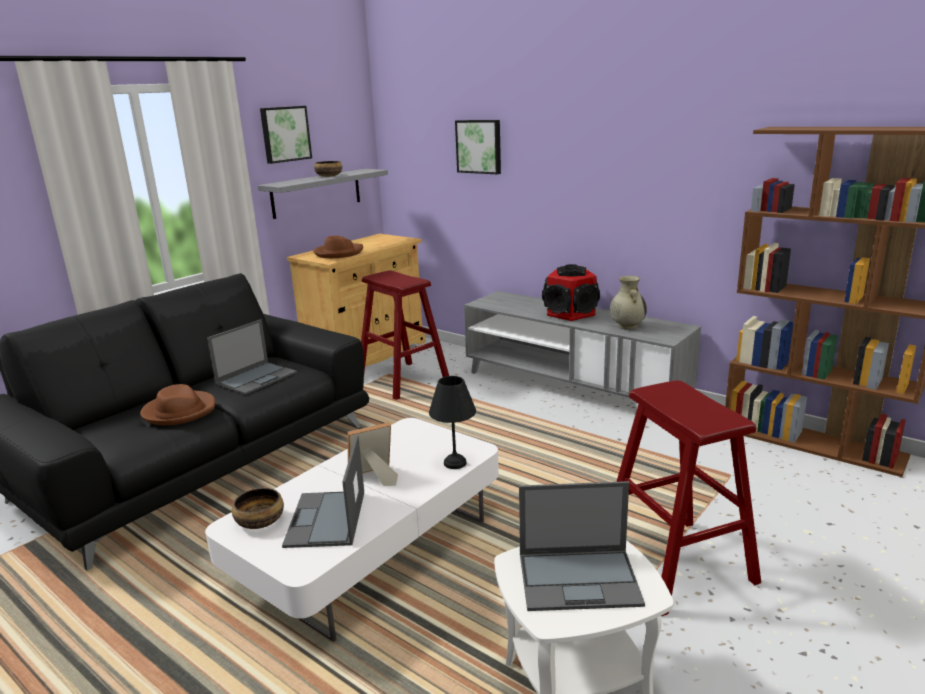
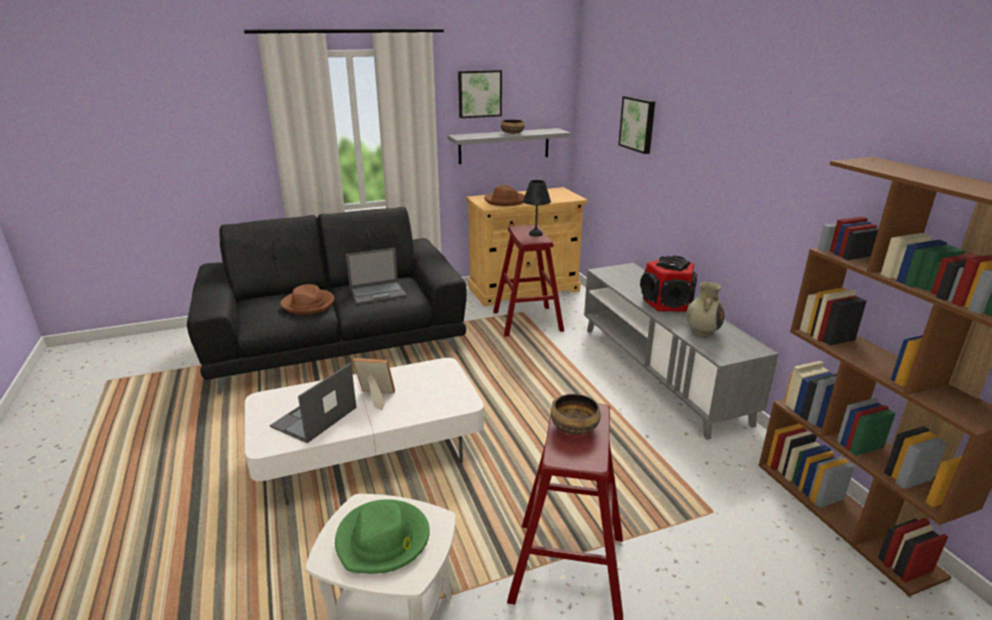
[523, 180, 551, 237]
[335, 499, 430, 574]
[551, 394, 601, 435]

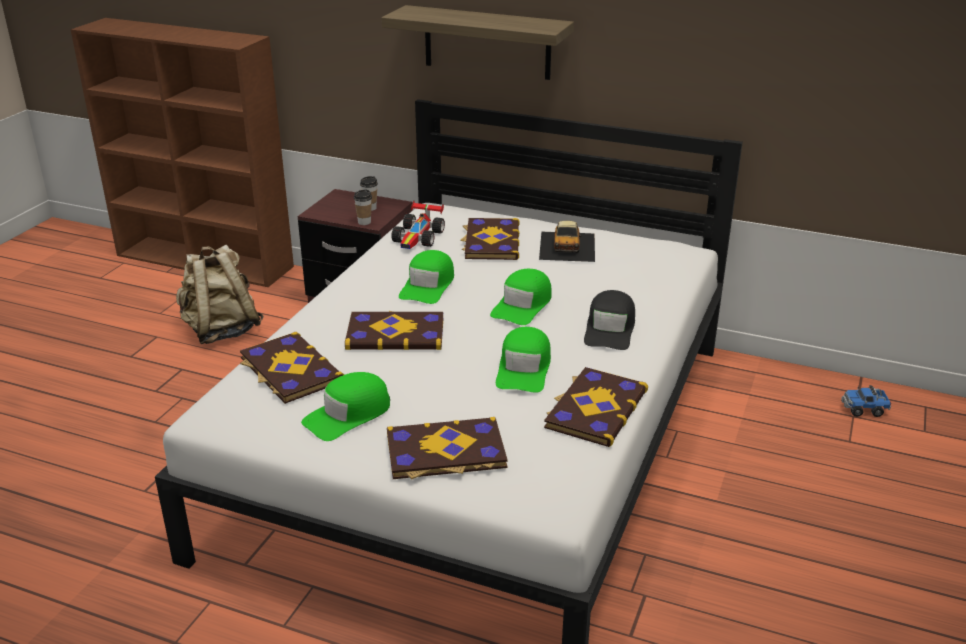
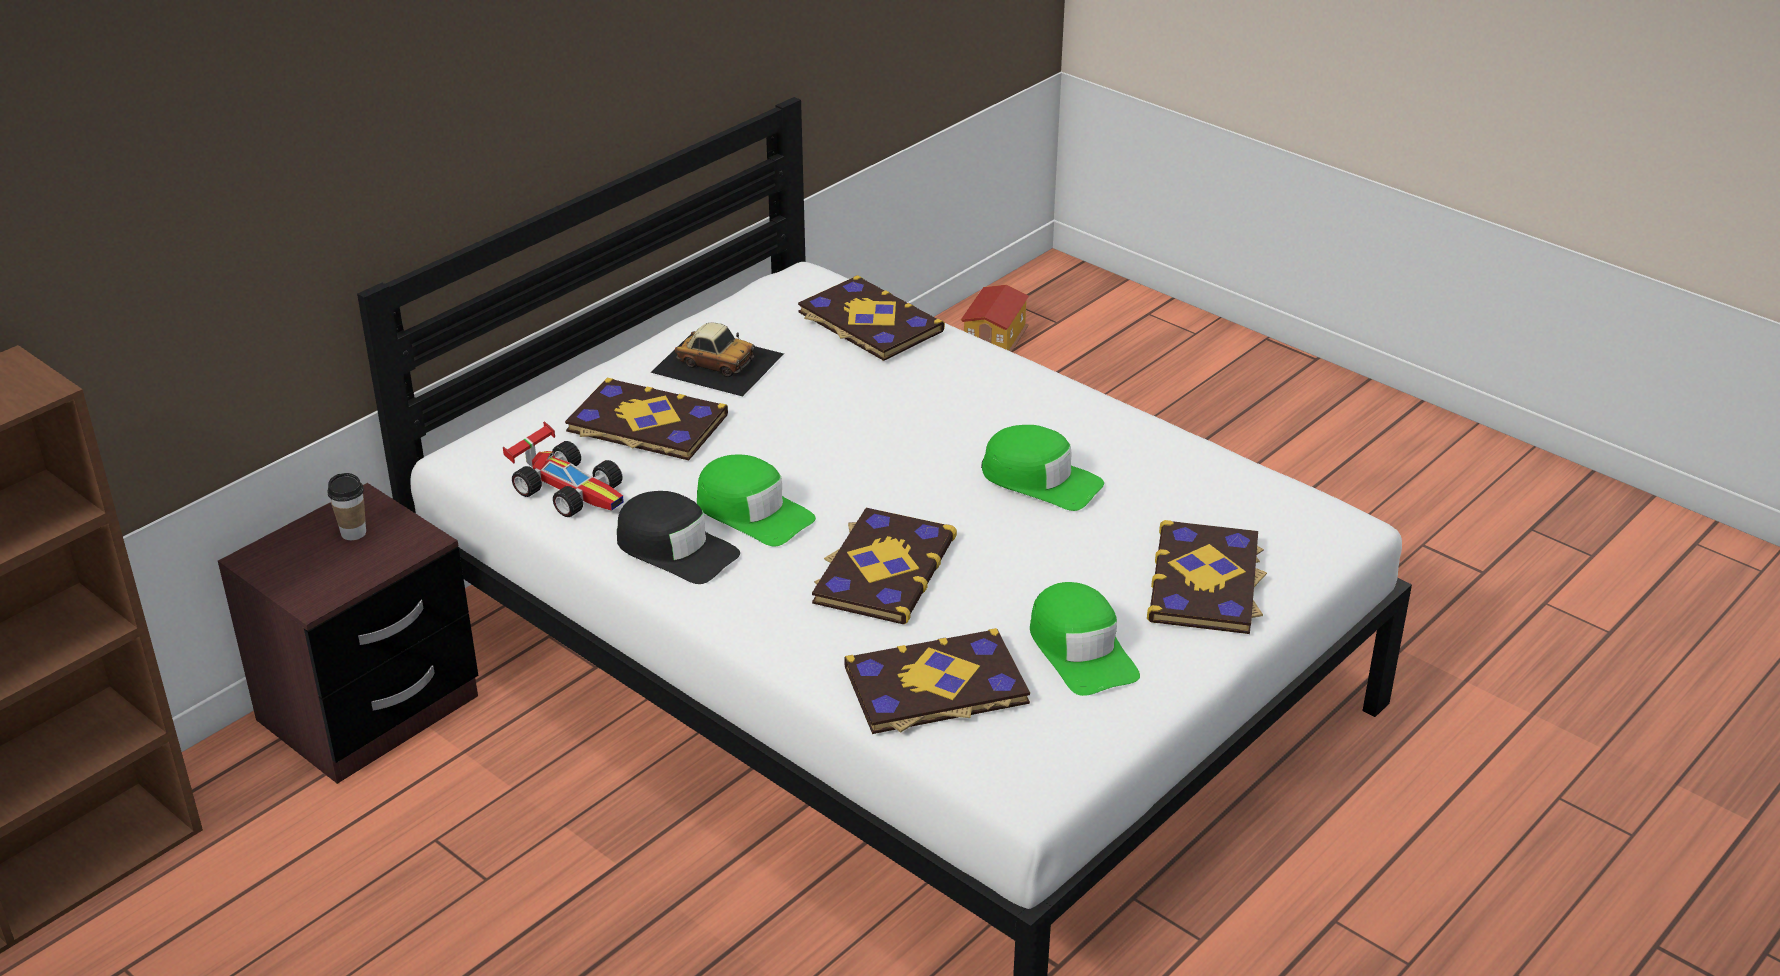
[381, 5, 574, 80] (first image)
[354, 190, 372, 225] (first image)
[176, 245, 264, 344] (first image)
[490, 269, 552, 325] (first image)
[617, 491, 740, 584]
[798, 275, 945, 361]
[961, 285, 1029, 352]

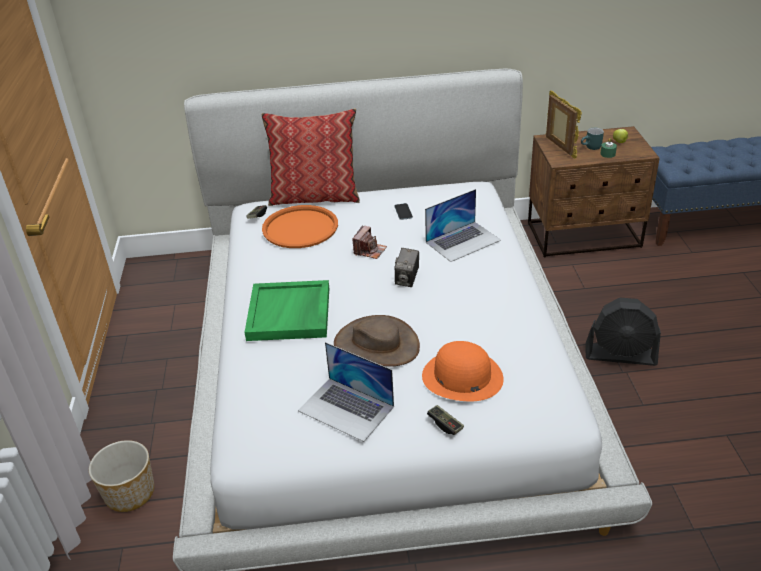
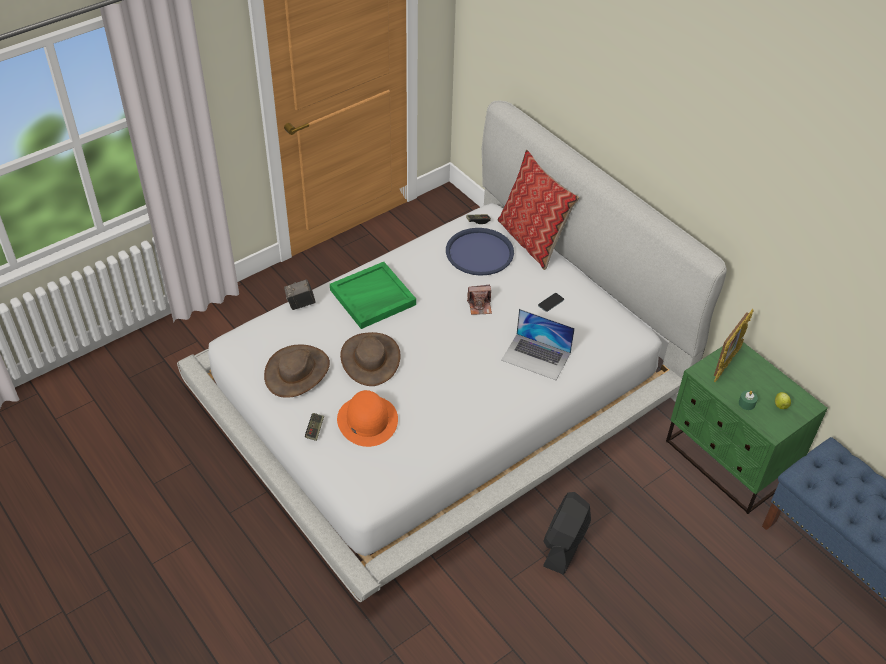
[666, 342, 828, 514]
[581, 128, 604, 150] (first image)
[446, 228, 514, 276]
[284, 279, 315, 310]
[543, 492, 591, 575]
[264, 345, 330, 398]
[89, 440, 154, 512] (first image)

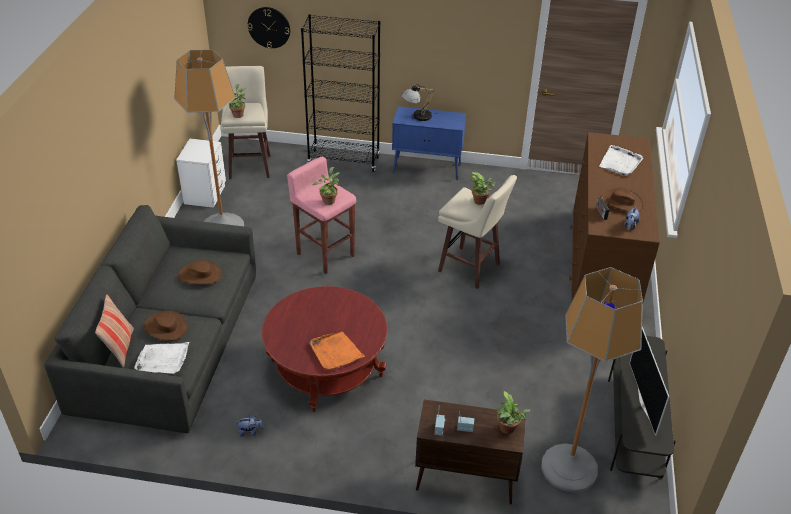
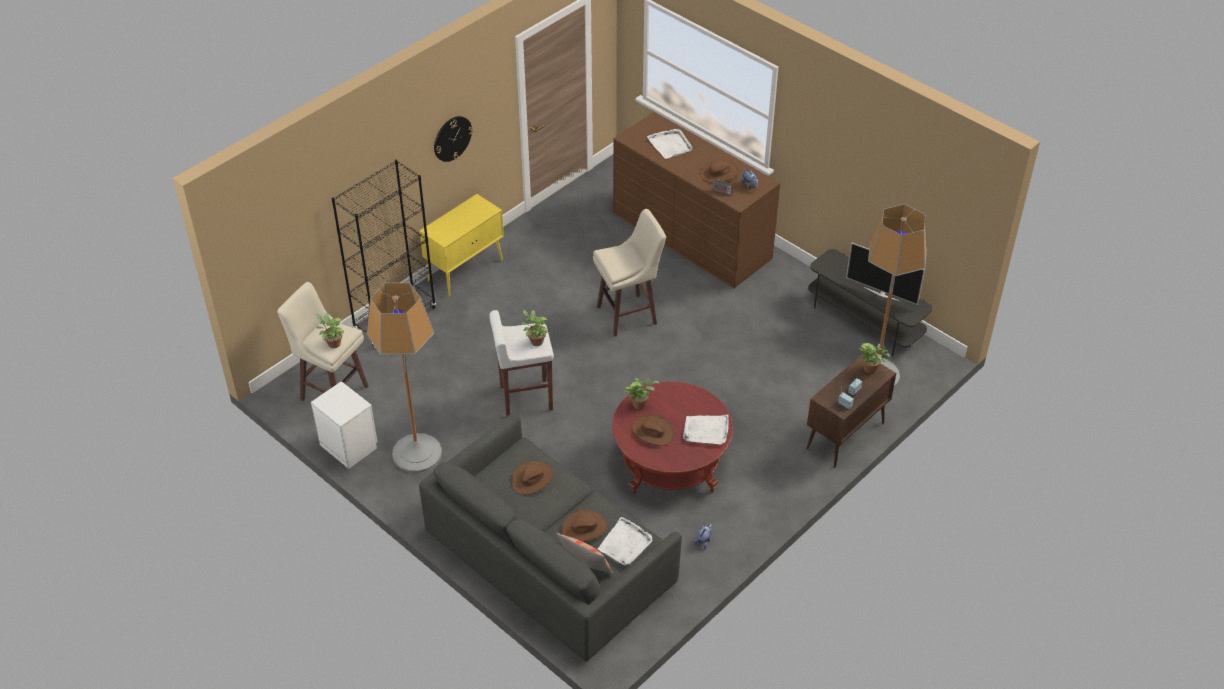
[434, 116, 473, 162]
[402, 84, 438, 121] (first image)
[420, 194, 504, 296]
[489, 310, 554, 417]
[625, 378, 659, 409]
[683, 415, 728, 445]
[632, 415, 674, 446]

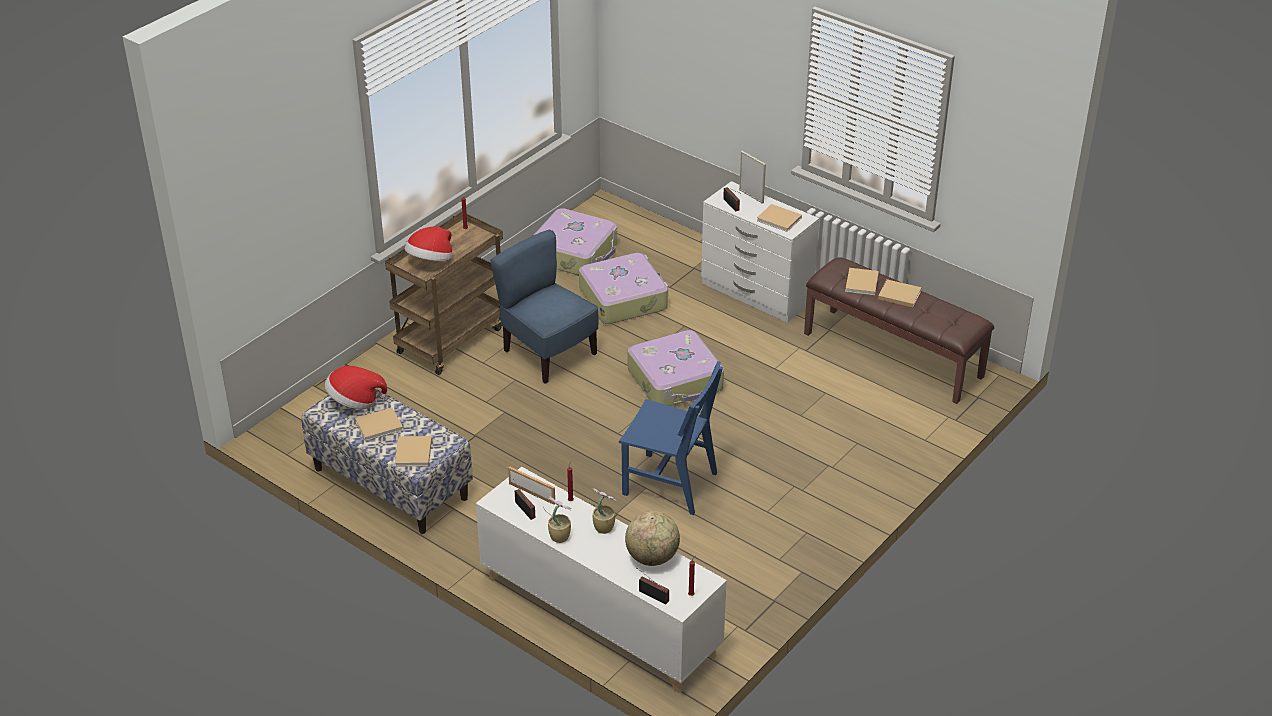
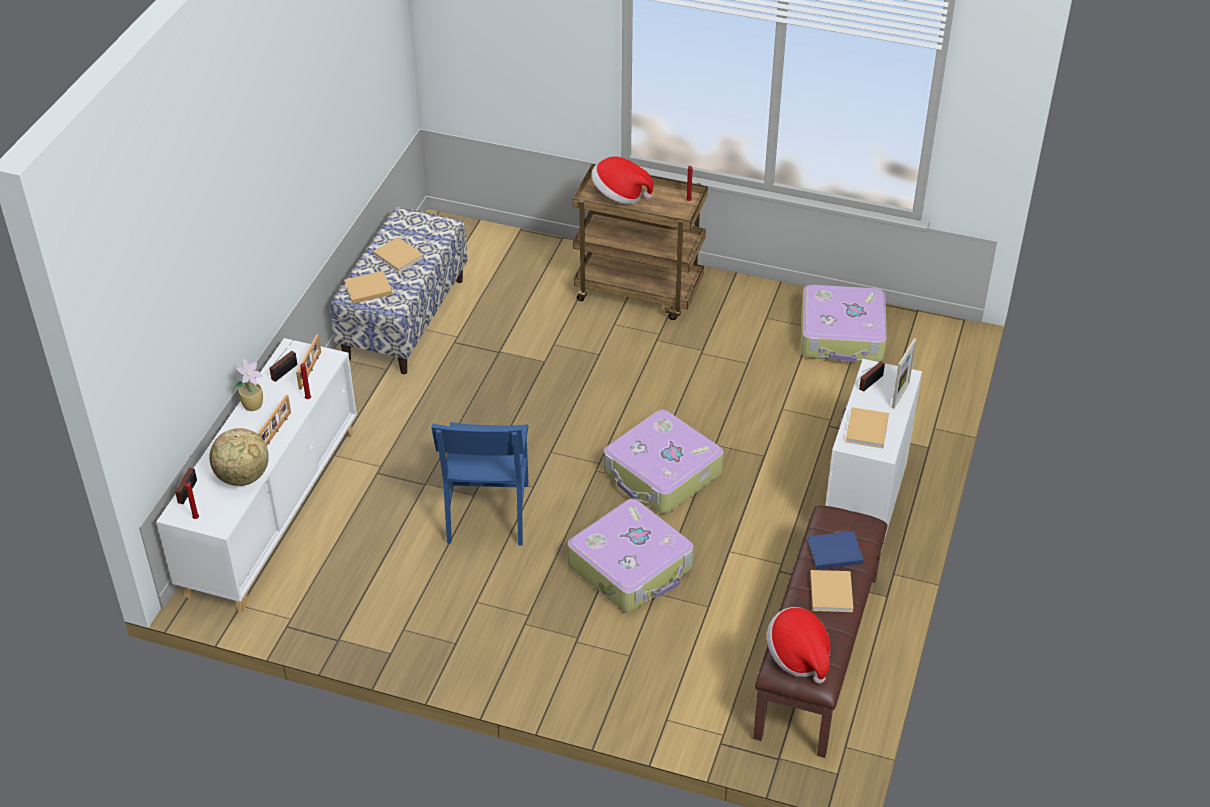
[490, 230, 599, 384] (first image)
[567, 499, 694, 613]
[807, 531, 864, 569]
[767, 607, 831, 683]
[257, 395, 291, 446]

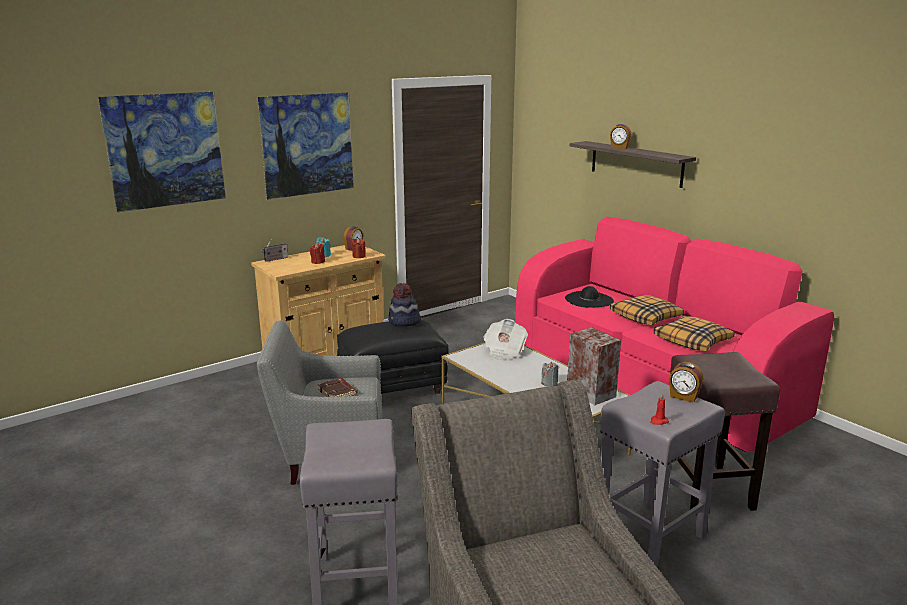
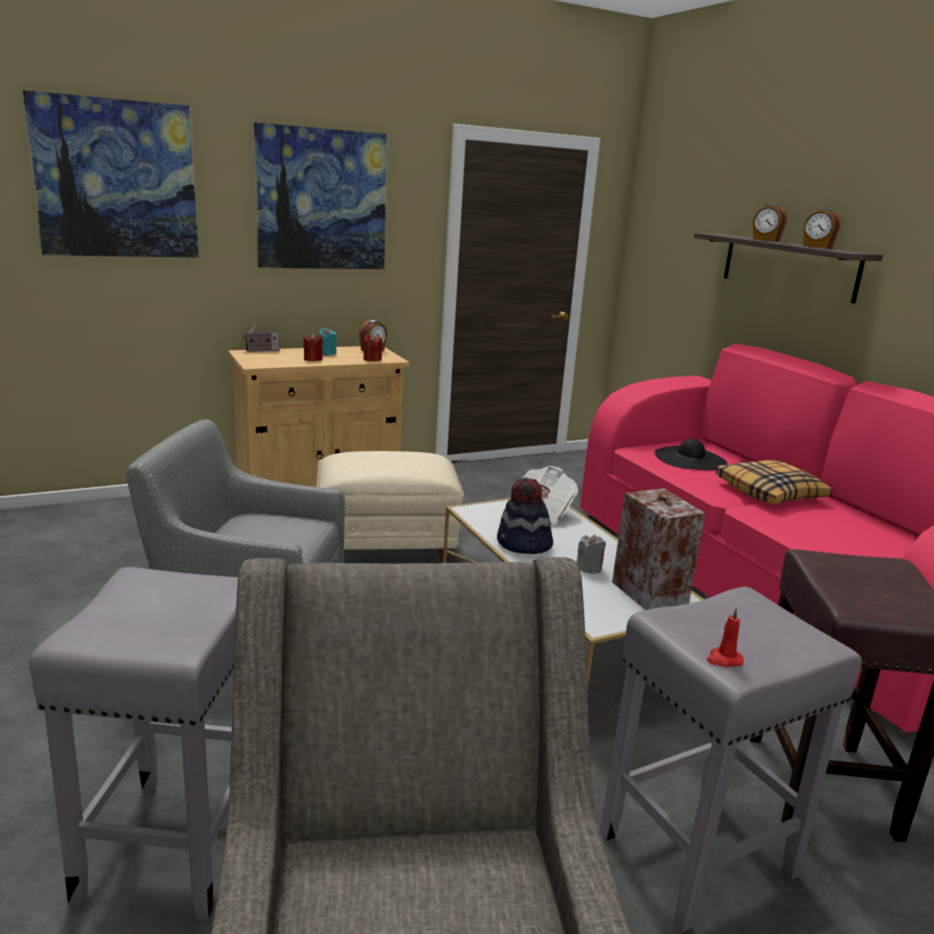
[497, 478, 553, 554]
[654, 316, 735, 351] (first image)
[317, 451, 464, 562]
[803, 208, 840, 248]
[318, 378, 357, 397] (first image)

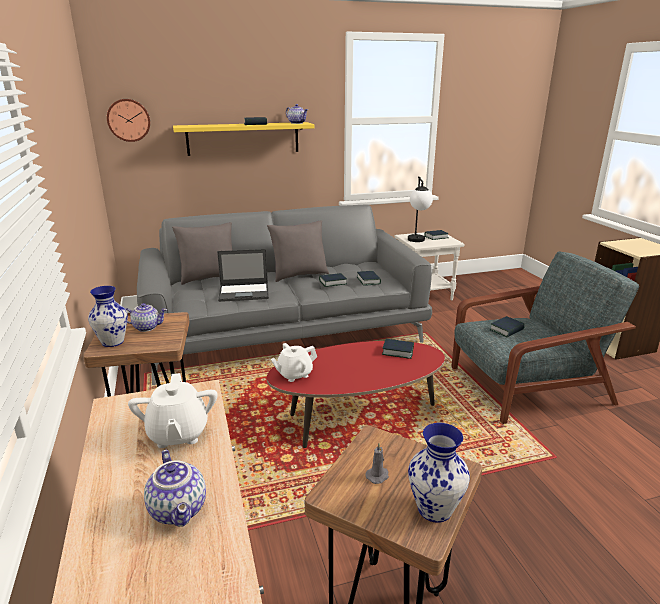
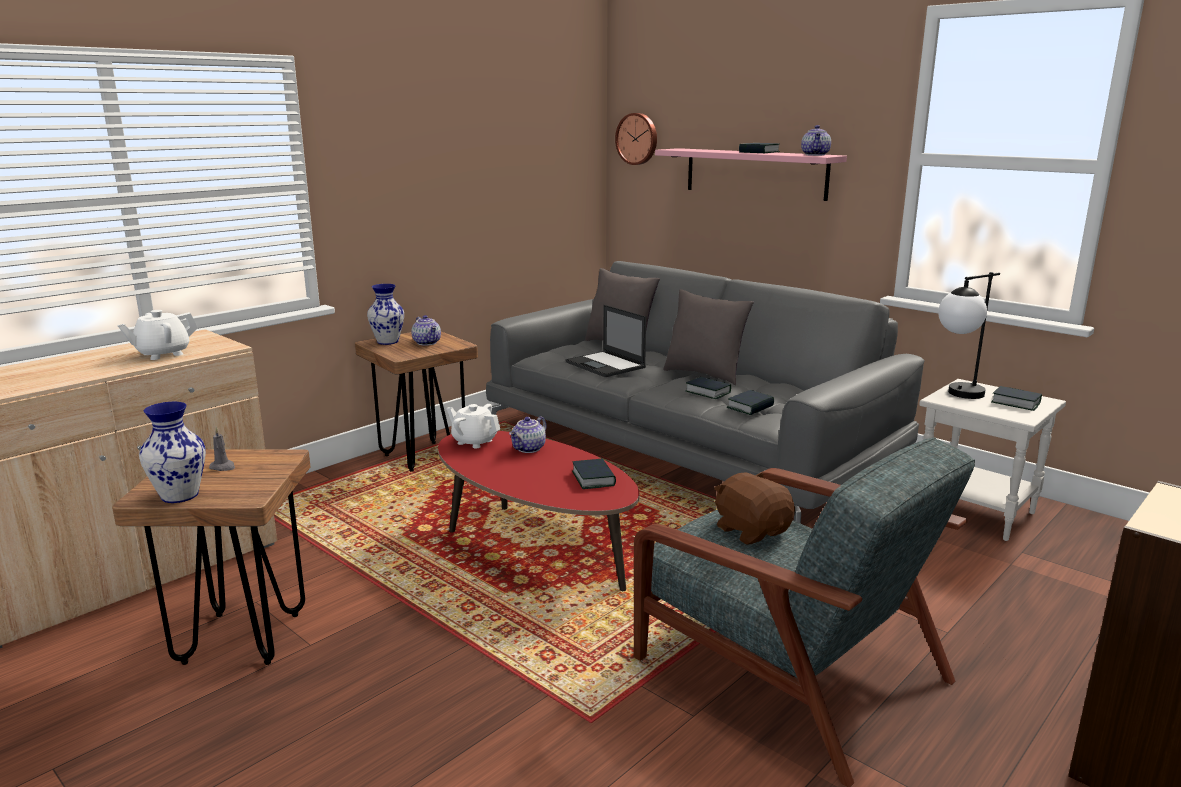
[655, 148, 847, 201]
[714, 472, 795, 545]
[509, 416, 546, 453]

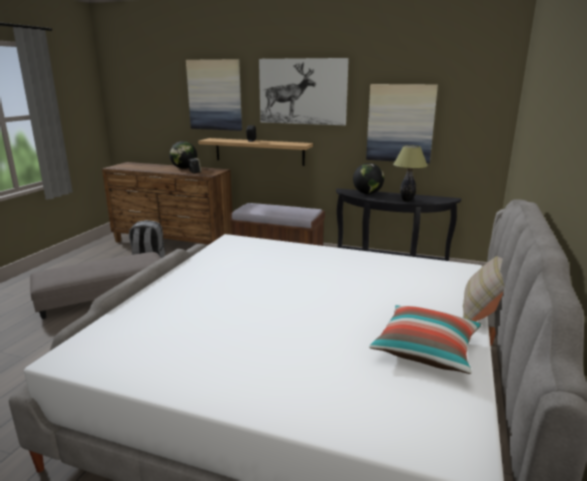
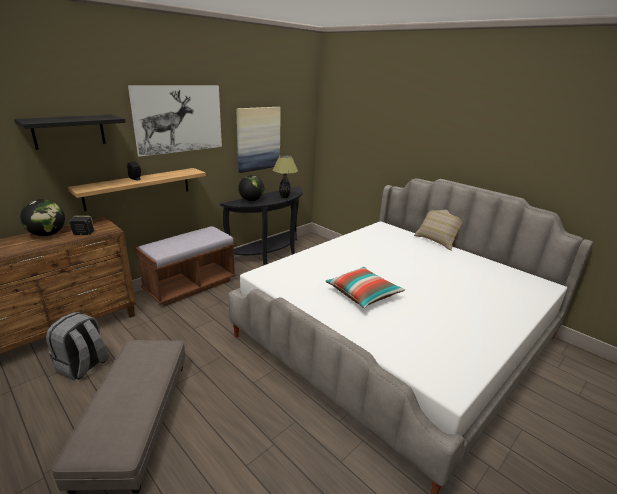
[14, 115, 126, 150]
[325, 267, 405, 308]

